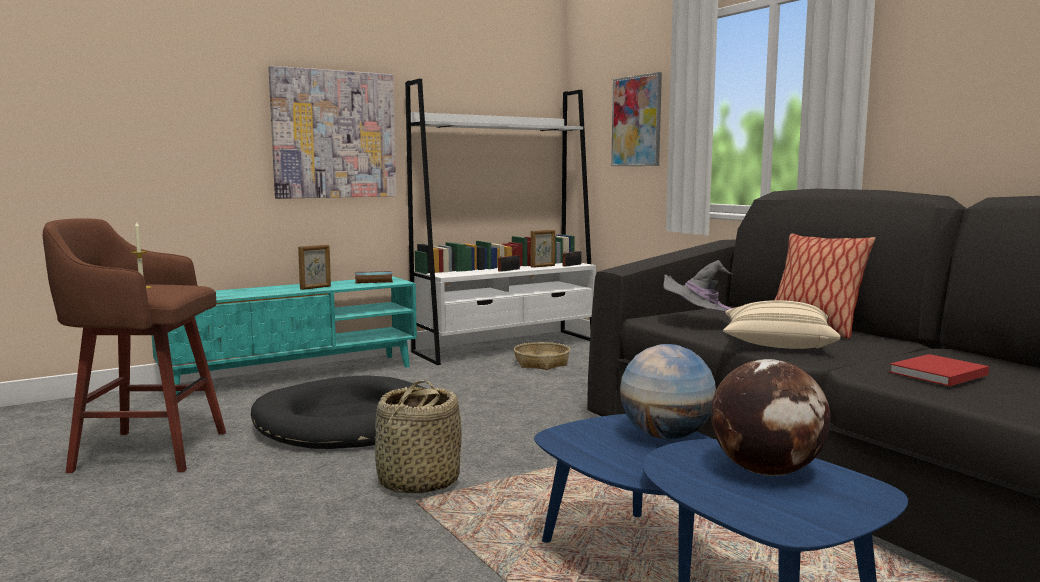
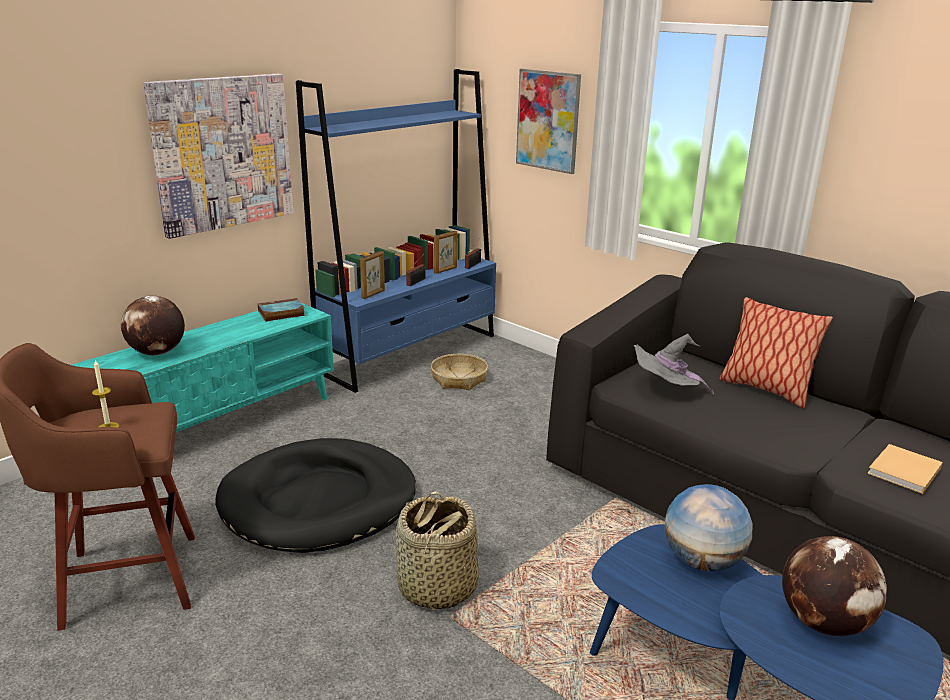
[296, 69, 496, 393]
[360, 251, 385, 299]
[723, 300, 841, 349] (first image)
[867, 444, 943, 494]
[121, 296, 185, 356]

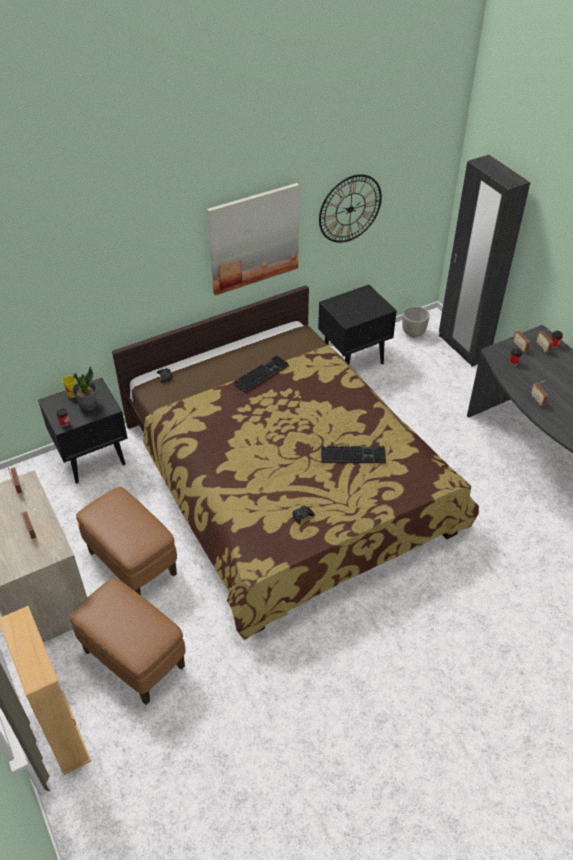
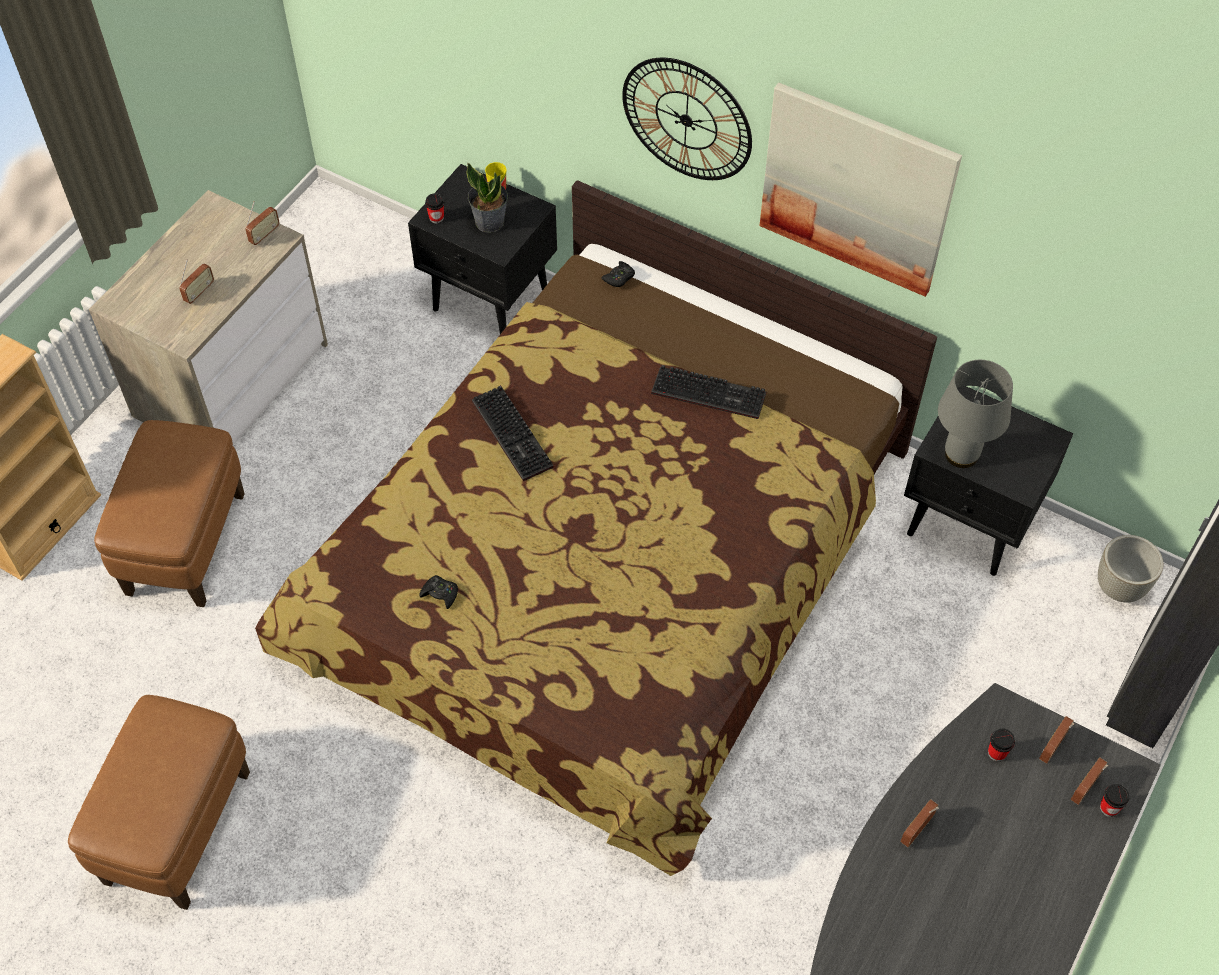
[622, 58, 752, 180]
[472, 385, 554, 481]
[68, 695, 250, 910]
[938, 360, 1013, 468]

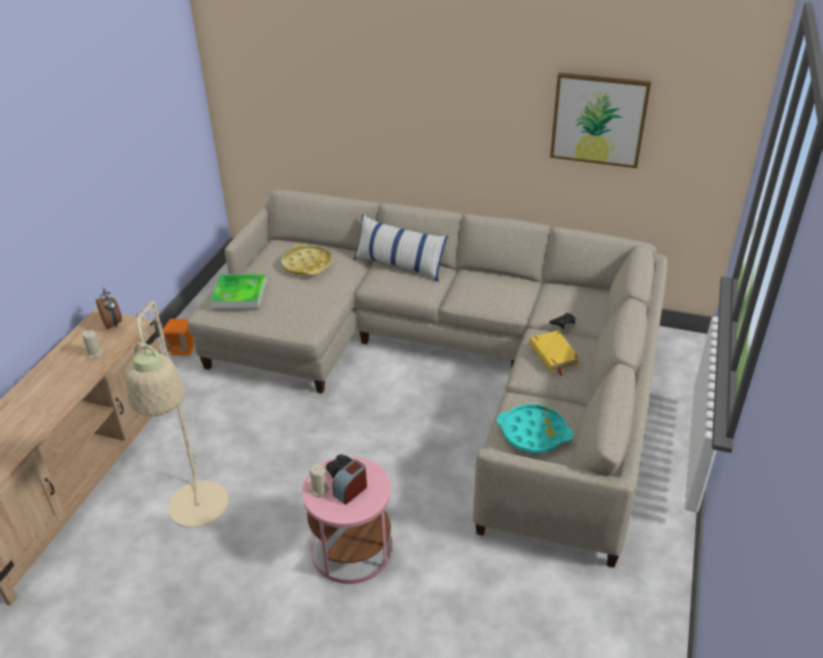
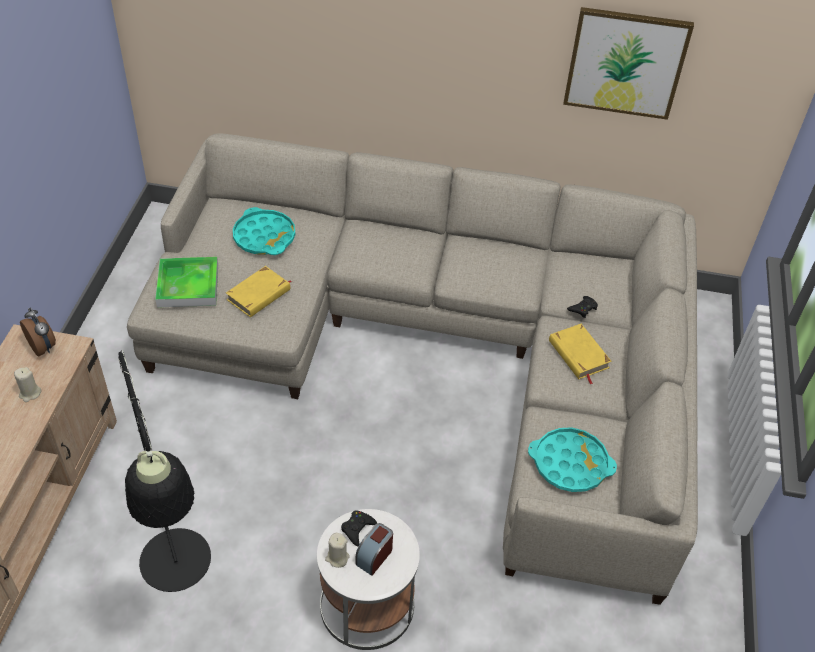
[353, 214, 448, 282] (first image)
[233, 207, 295, 255]
[118, 350, 211, 592]
[162, 319, 194, 355] (first image)
[317, 509, 420, 650]
[226, 266, 292, 317]

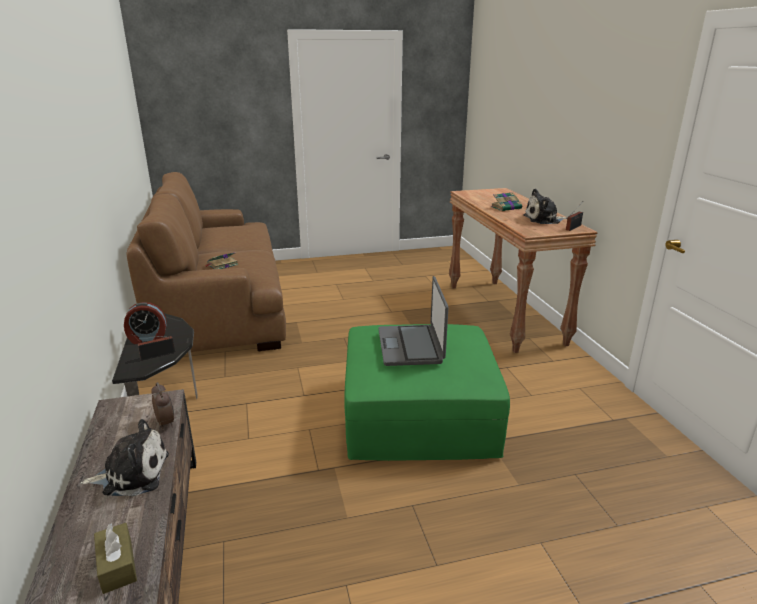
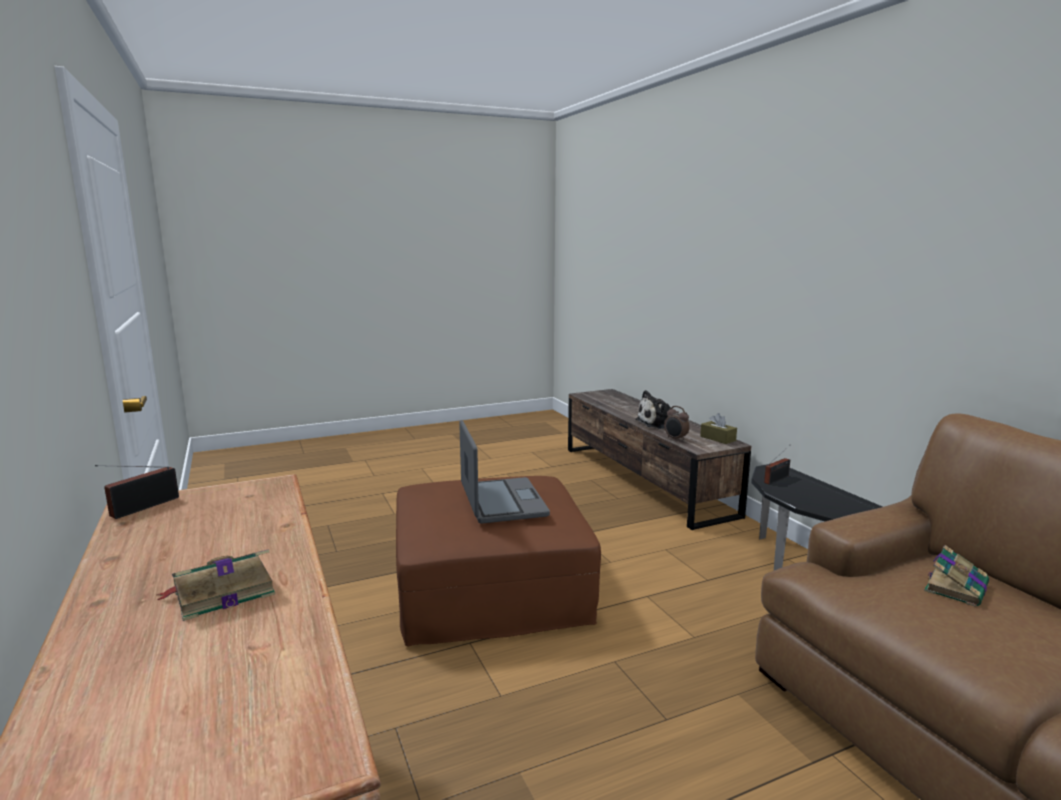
[523, 189, 567, 224] (first image)
[124, 302, 167, 344] (first image)
[396, 476, 601, 646]
[700, 413, 737, 444]

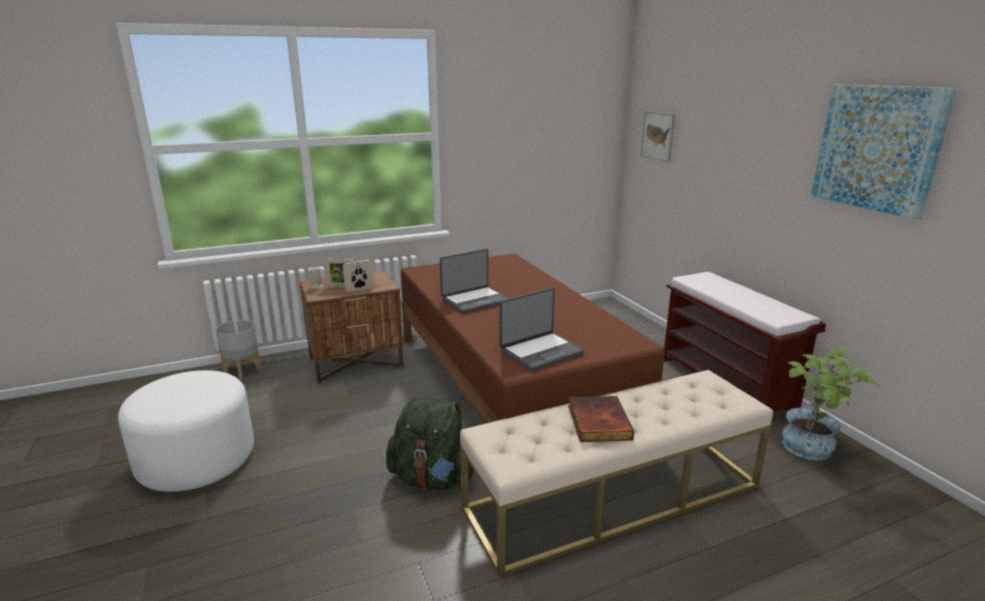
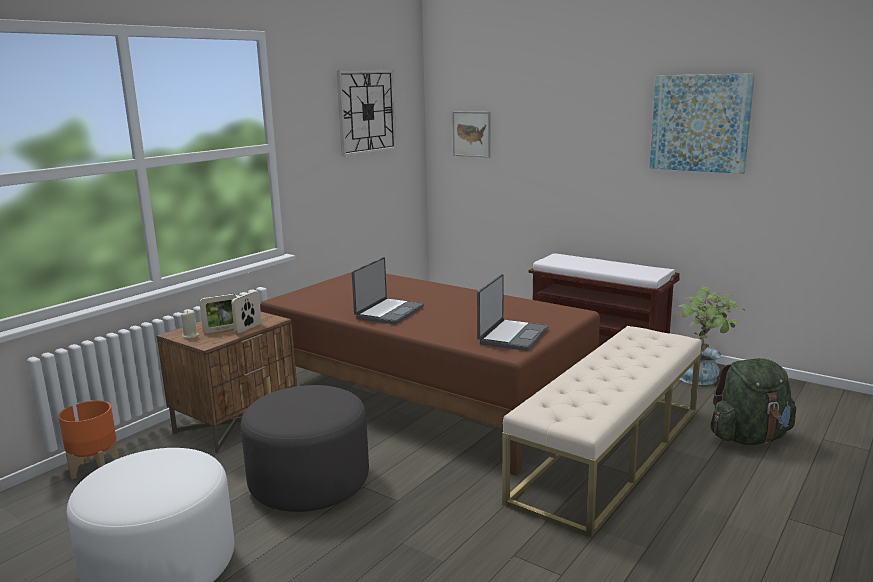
[58, 400, 119, 479]
[568, 396, 634, 442] (first image)
[710, 358, 796, 445]
[336, 70, 397, 157]
[241, 385, 369, 512]

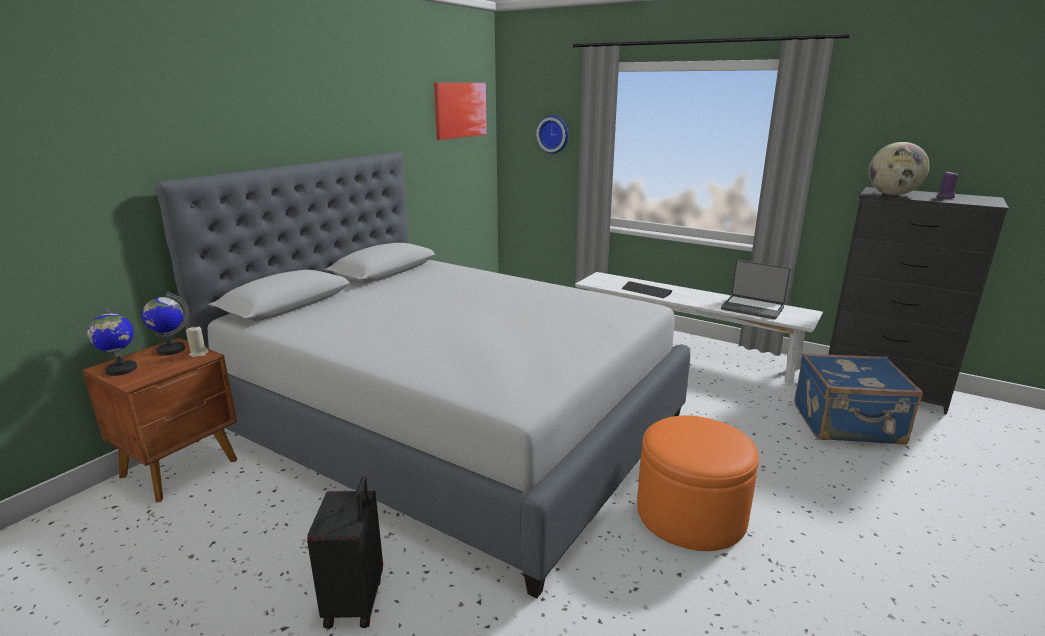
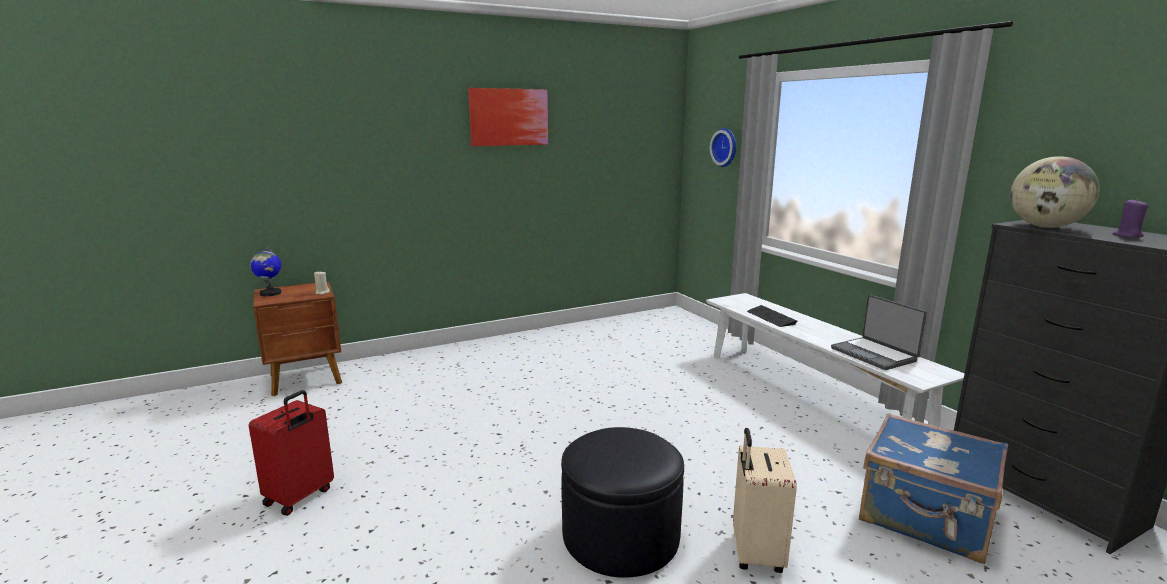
[468, 88, 548, 146]
[155, 152, 690, 598] (first image)
[142, 292, 189, 356] (first image)
[561, 427, 684, 578]
[249, 390, 334, 516]
[733, 428, 797, 573]

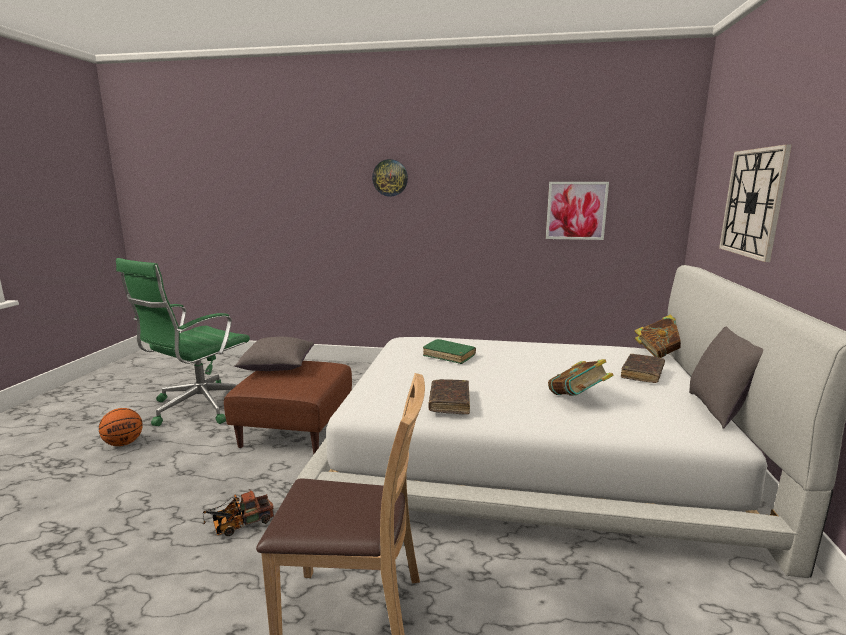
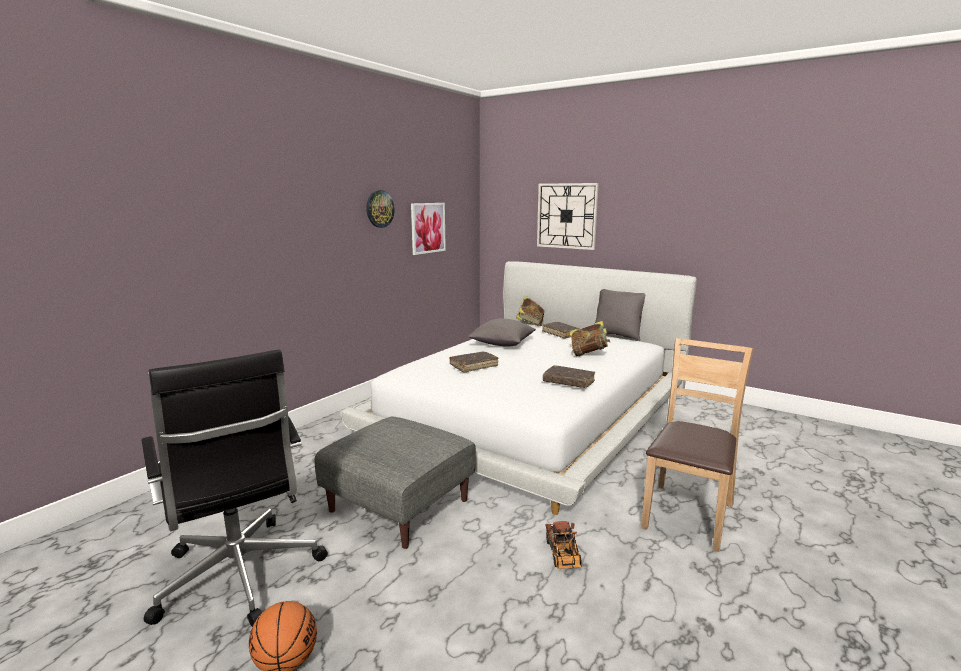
[366, 190, 394, 228]
[142, 349, 328, 627]
[468, 318, 536, 347]
[449, 352, 499, 373]
[315, 417, 476, 549]

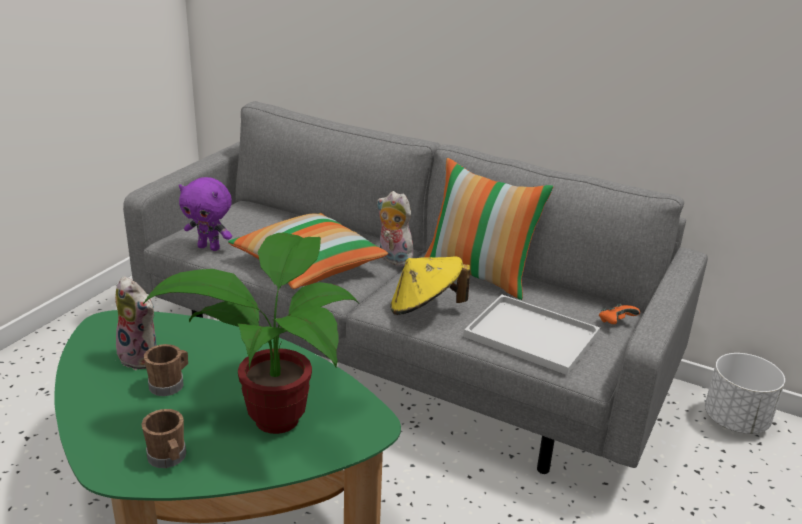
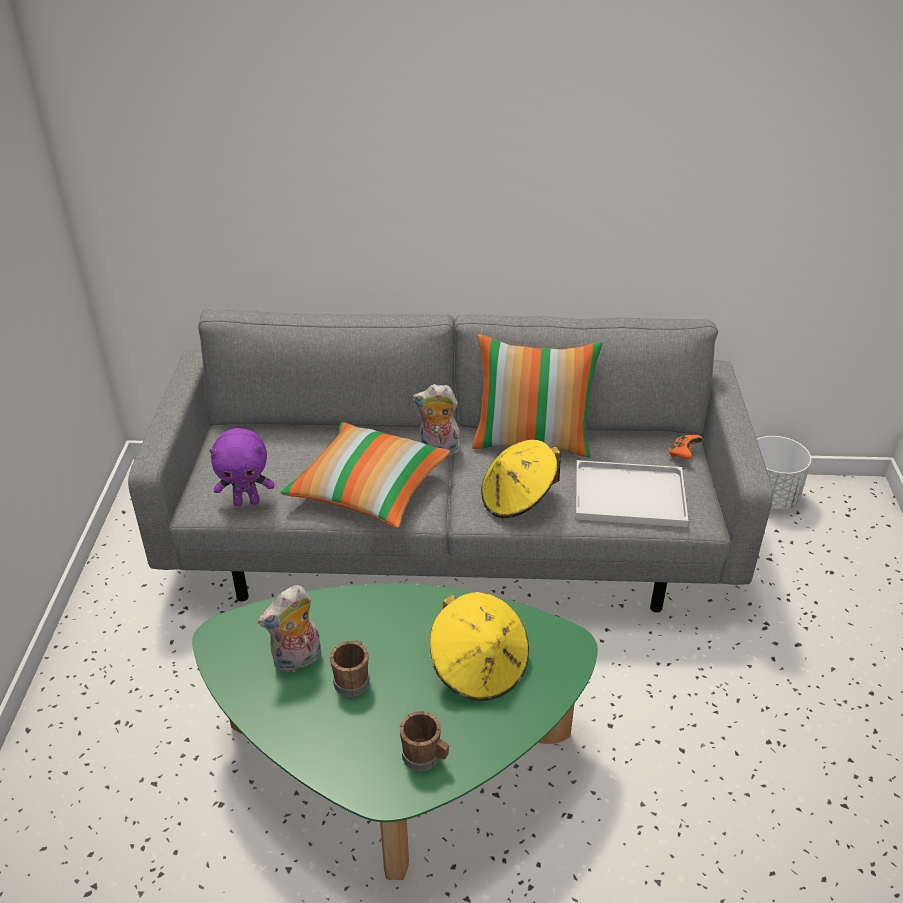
[430, 592, 529, 701]
[258, 585, 321, 672]

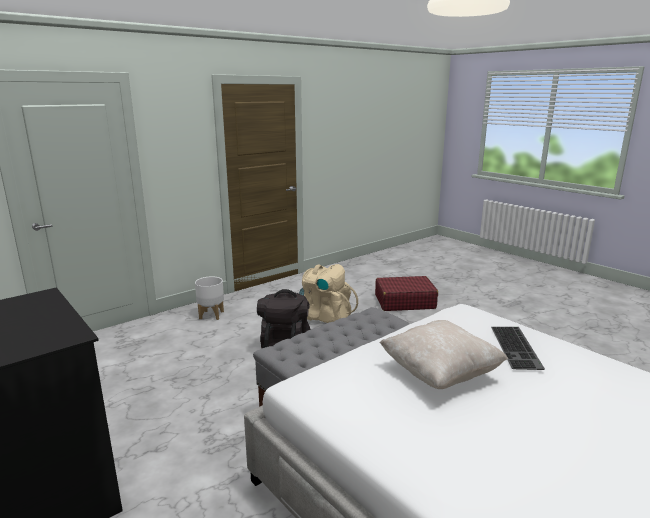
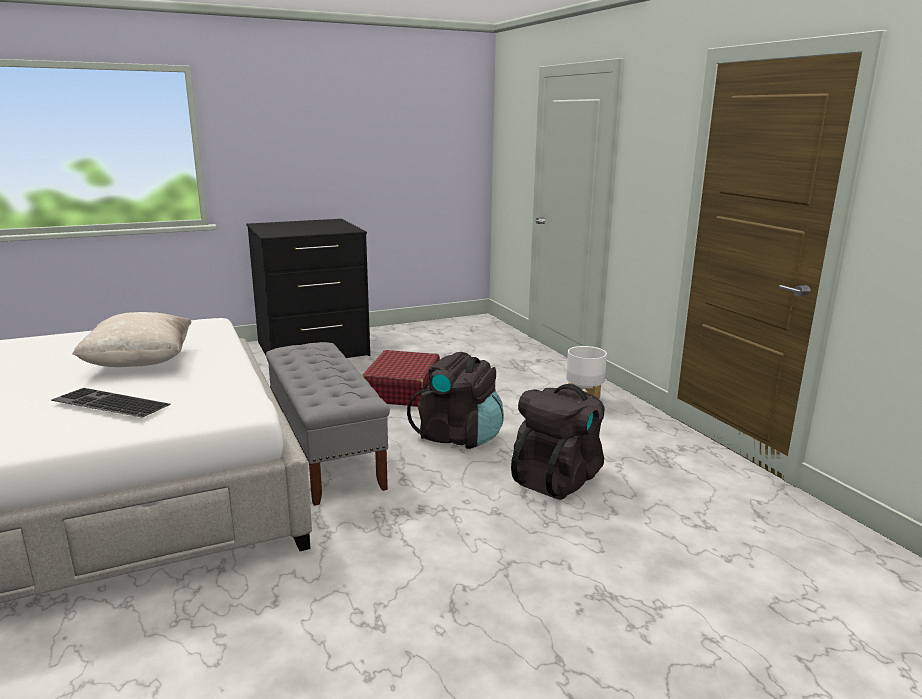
[511, 384, 604, 500]
[362, 350, 440, 407]

